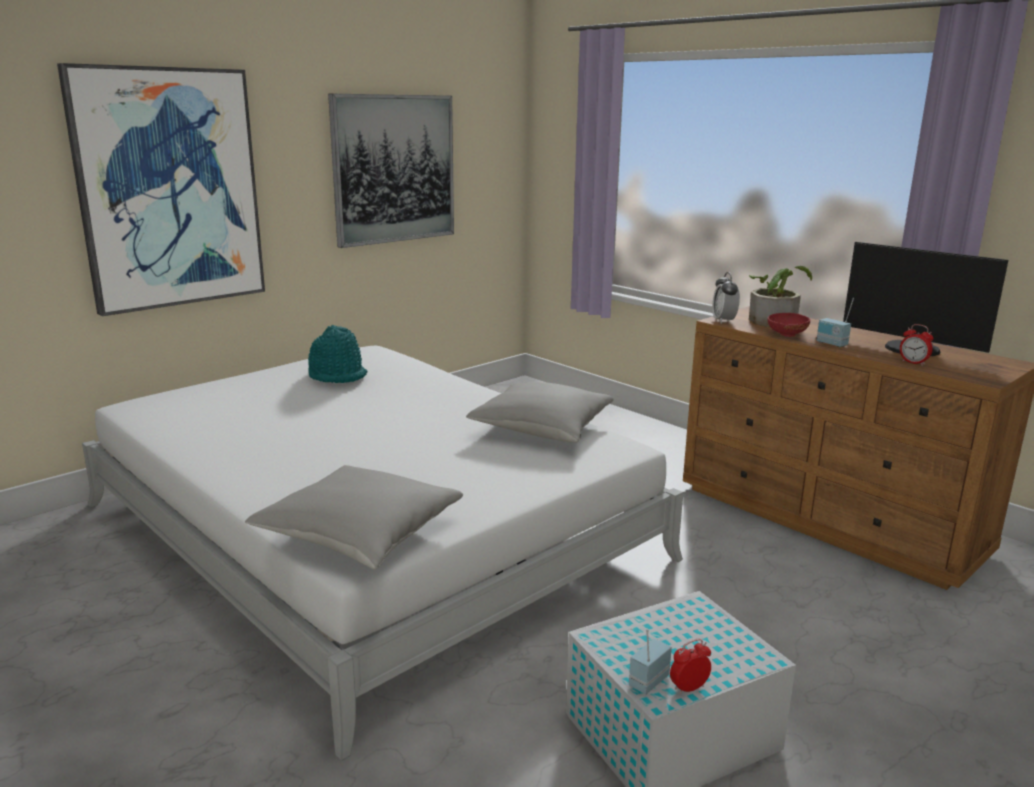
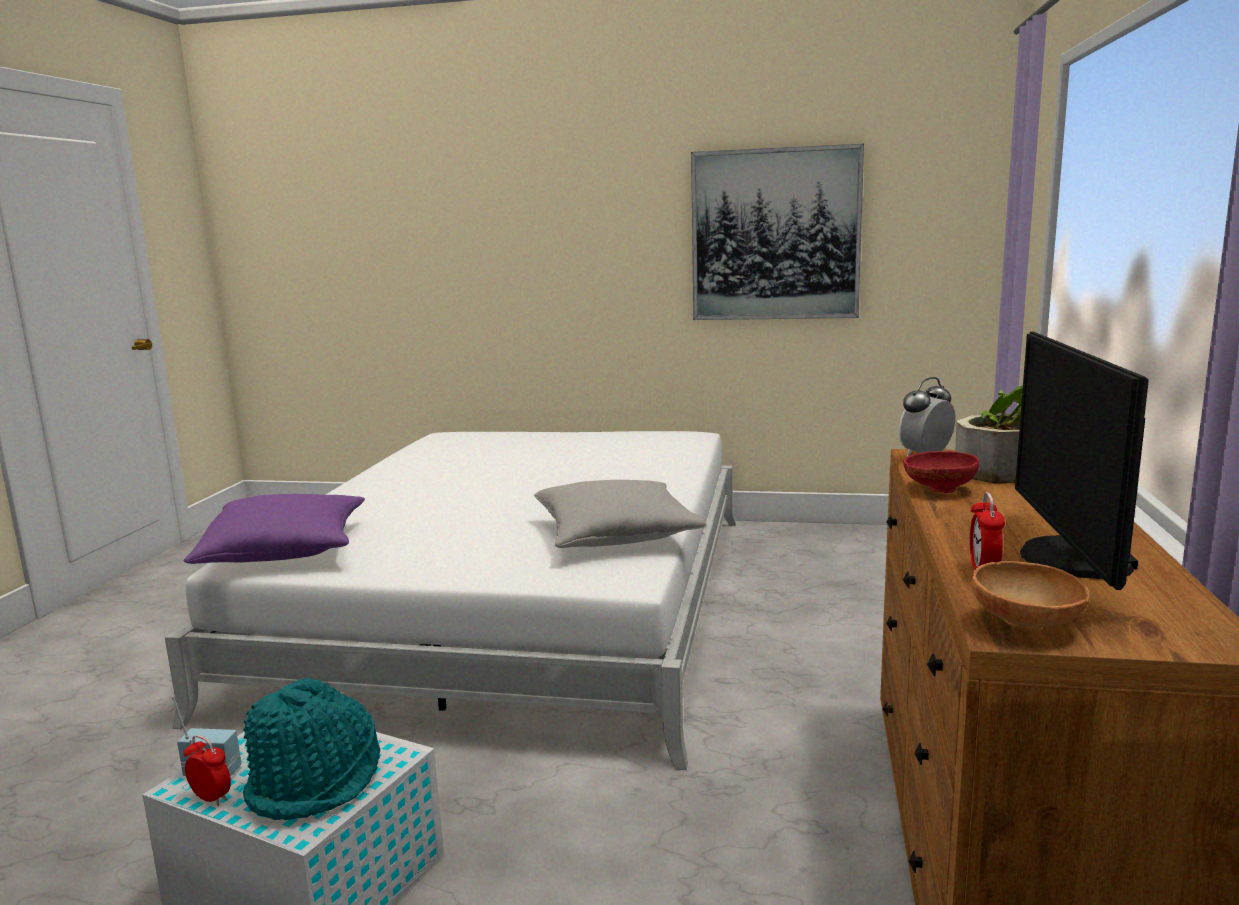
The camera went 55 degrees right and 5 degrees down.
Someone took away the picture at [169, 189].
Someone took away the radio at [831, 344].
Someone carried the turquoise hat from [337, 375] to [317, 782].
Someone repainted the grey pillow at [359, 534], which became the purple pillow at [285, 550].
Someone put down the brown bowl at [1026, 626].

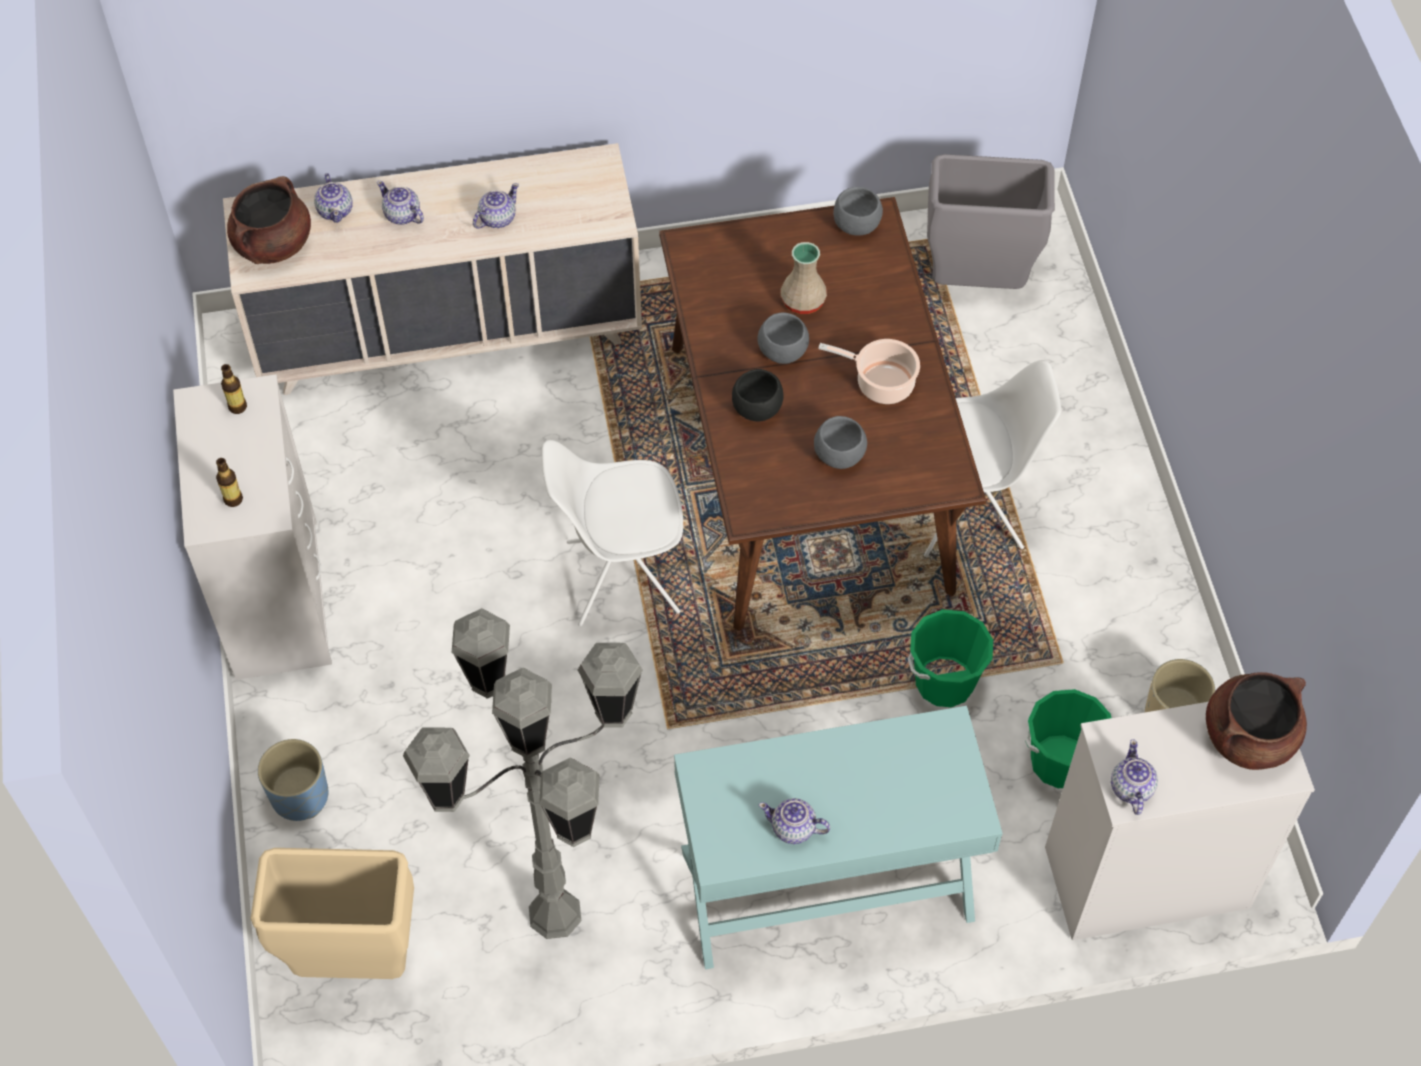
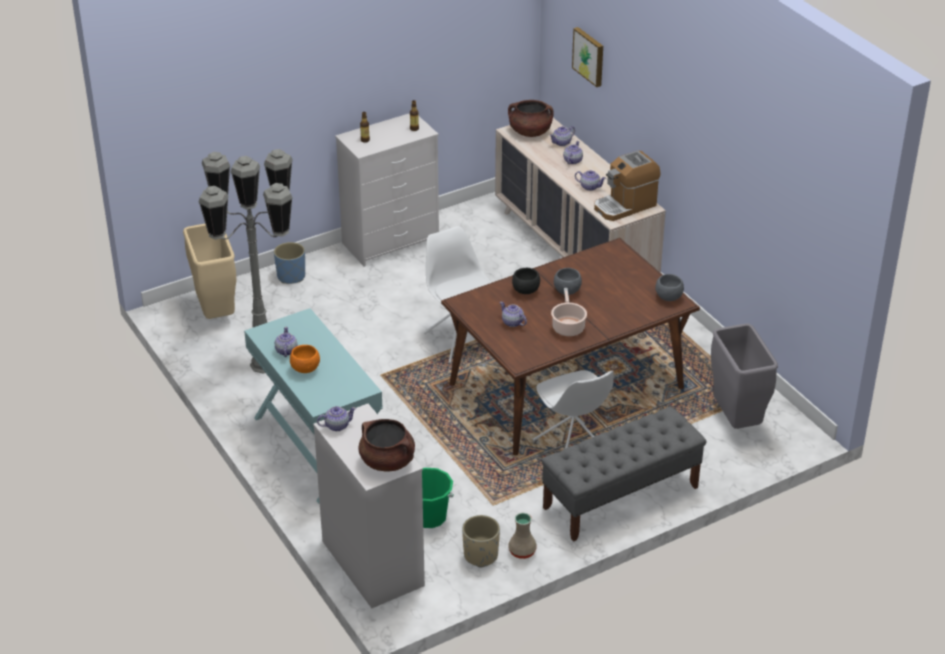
The camera went 70 degrees right and 20 degrees down.
Someone carried the beige vase from [802, 300] to [522, 551].
Someone swapped the grey bowl at [839, 456] for the teapot at [512, 322].
Someone took away the green bucket at [944, 682].
Someone put up the picture at [589, 56].
Someone put down the coffee machine at [625, 205].
Someone put down the orange bowl at [305, 369].
Someone put down the grey bench at [620, 498].

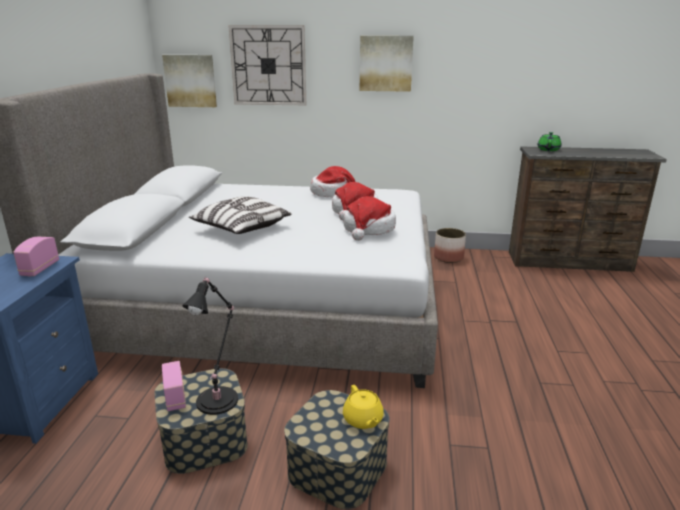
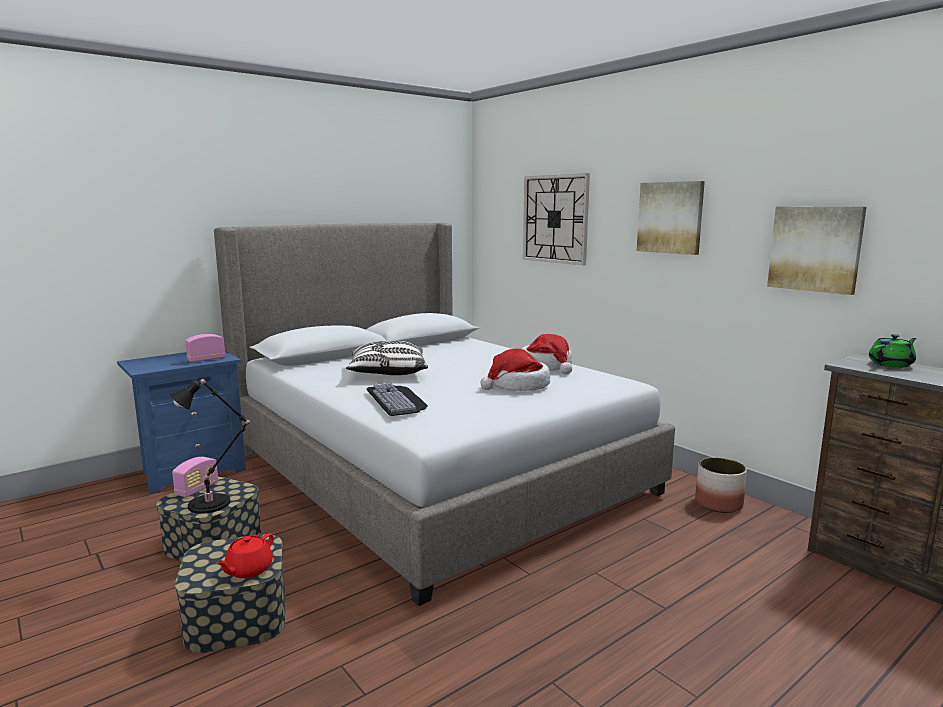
The camera went 45 degrees right and 10 degrees down.
Someone carried the picture from [190, 81] to [815, 248].
Someone took away the hat at [368, 229].
Someone repainted the yellow teapot at [363, 420], which became the red teapot at [248, 570].
Someone put down the keyboard at [398, 400].

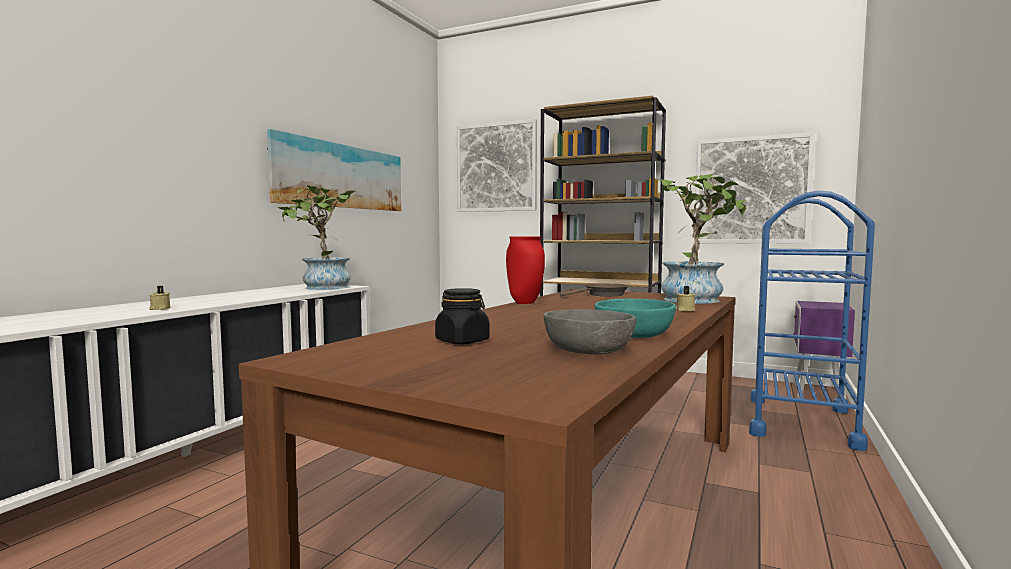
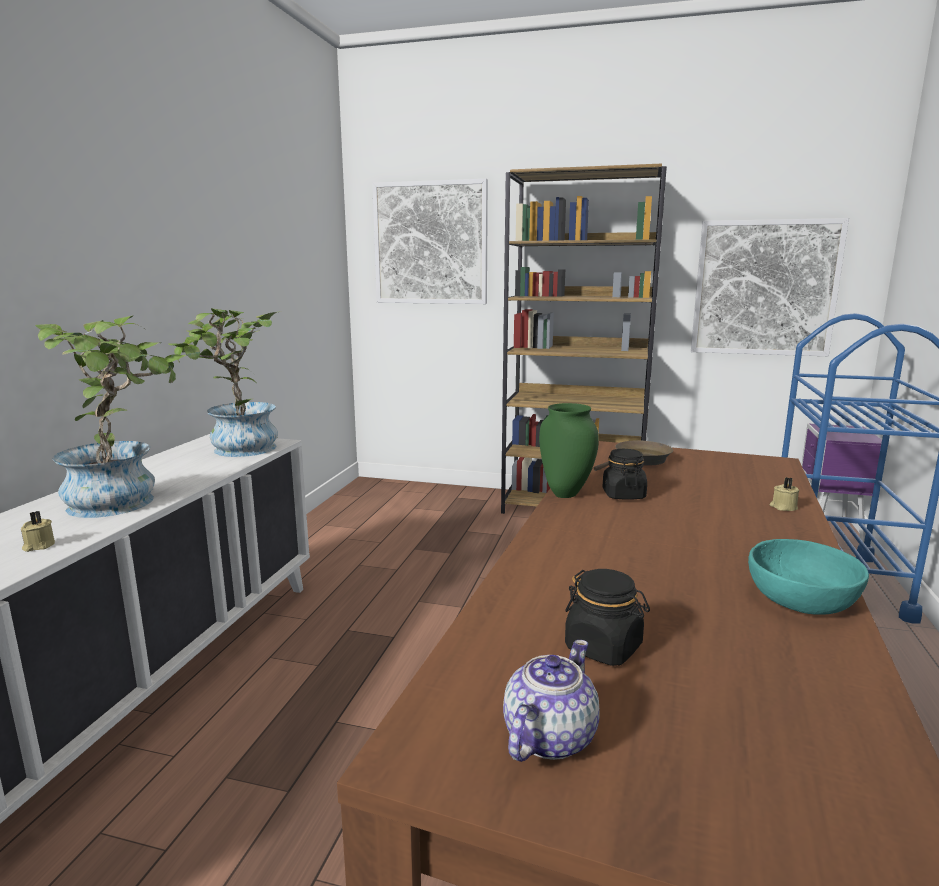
The camera went 10 degrees left and 10 degrees up.
Someone took away the picture at [341, 176].
Someone carried the potted plant from [697, 299] to [125, 500].
Someone repainted the red vase at [524, 303], which became the green vase at [565, 494].
Someone took away the grey bowl at [588, 350].
Someone put down the black jar at [623, 495].
Someone put down the teapot at [548, 737].

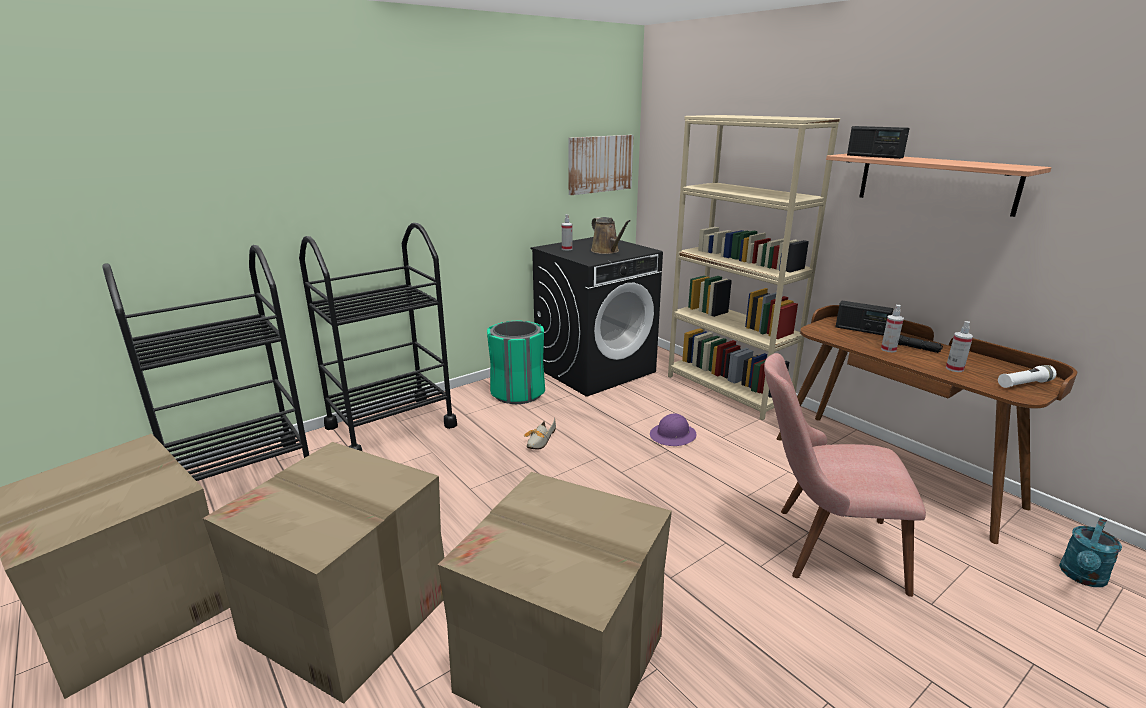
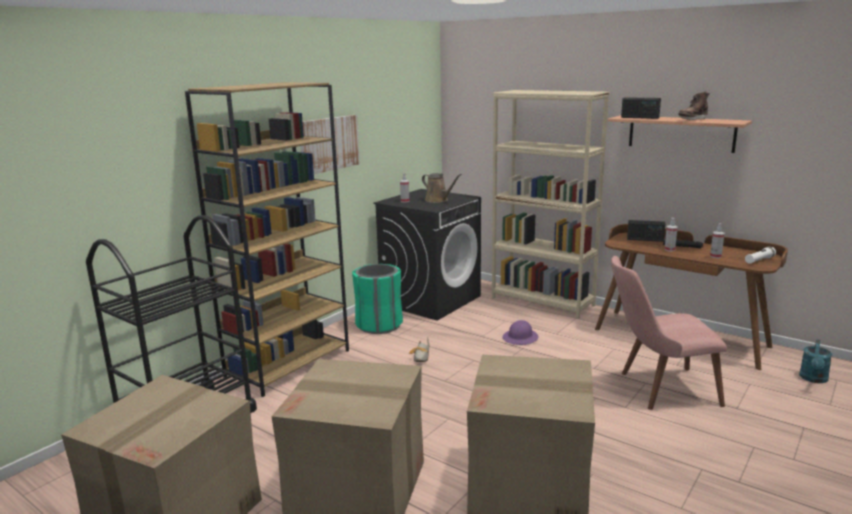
The camera went 15 degrees left and 5 degrees down.
Someone carried the picture from [600, 164] to [329, 144].
Someone swapped the black cart at [391, 426] for the brown bookcase at [289, 364].
Someone put down the brown boot at [692, 120].

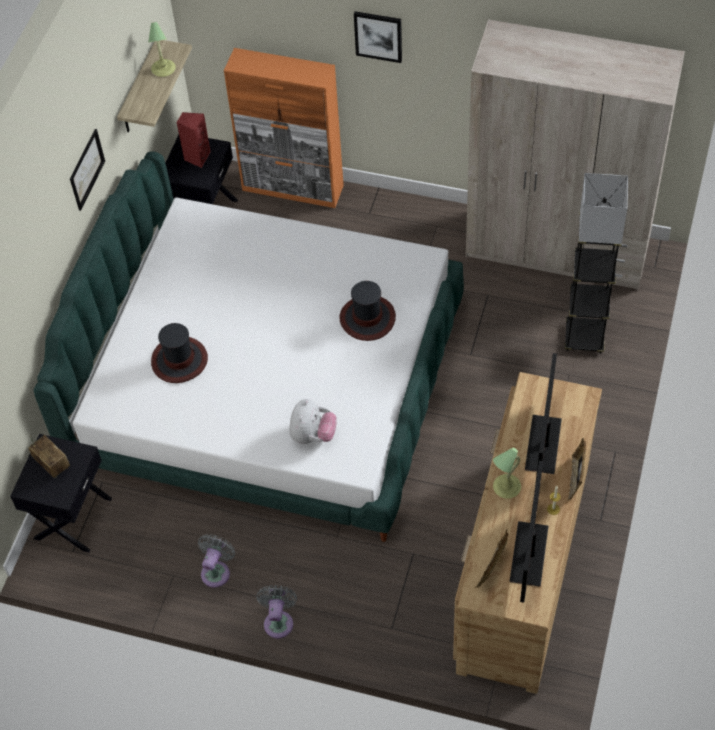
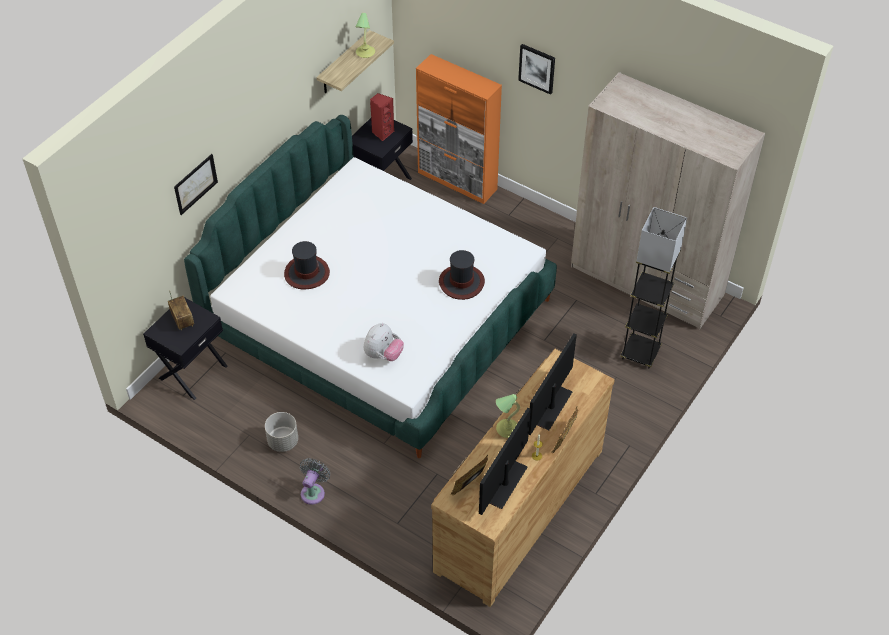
The camera went 15 degrees right and 5 degrees down.
Someone carried the picture from [86, 169] to [195, 184].
Someone swapped the grey fan at [217, 571] for the grey planter at [283, 441].

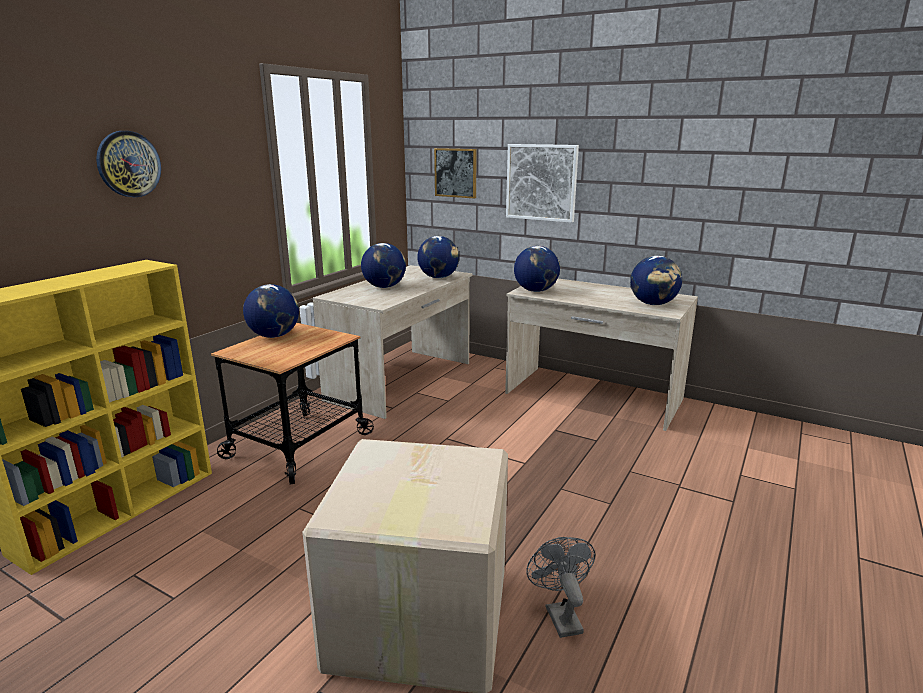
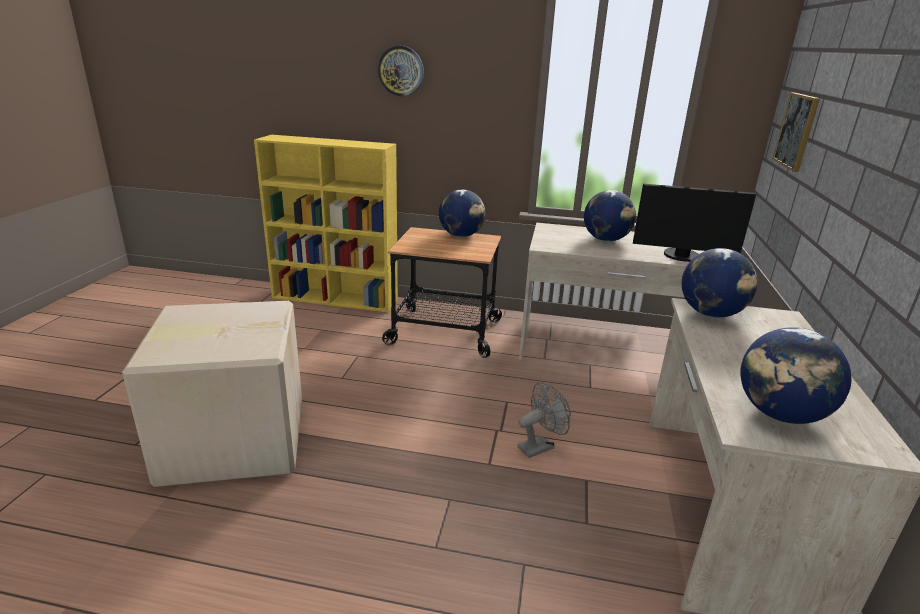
The camera went 70 degrees right and 5 degrees up.
Someone took away the picture at [541, 182].
Someone swapped the globe at [438, 277] for the monitor at [682, 256].
Someone carried the grey fan from [560, 615] to [540, 446].

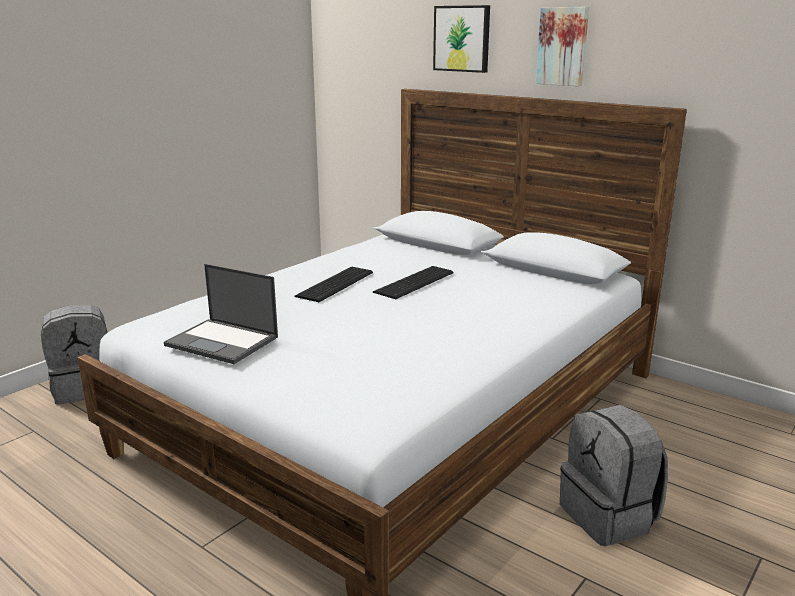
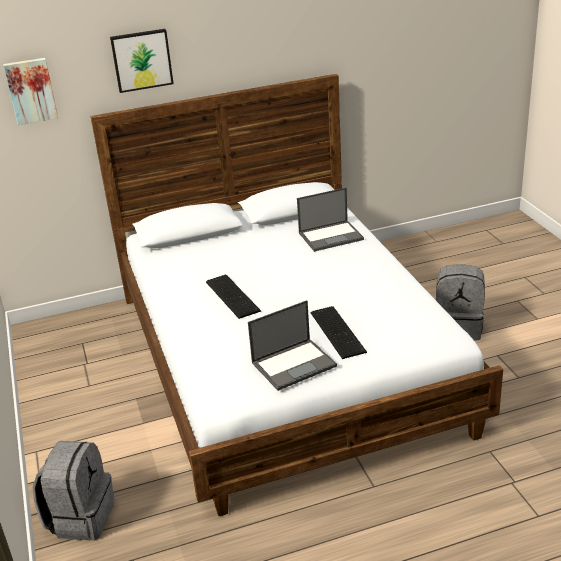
The camera went 55 degrees left and 10 degrees up.
Someone carried the picture from [563, 46] to [31, 90].
Someone carried the keyboard from [416, 282] to [338, 331].
Someone put down the laptop at [331, 236].

